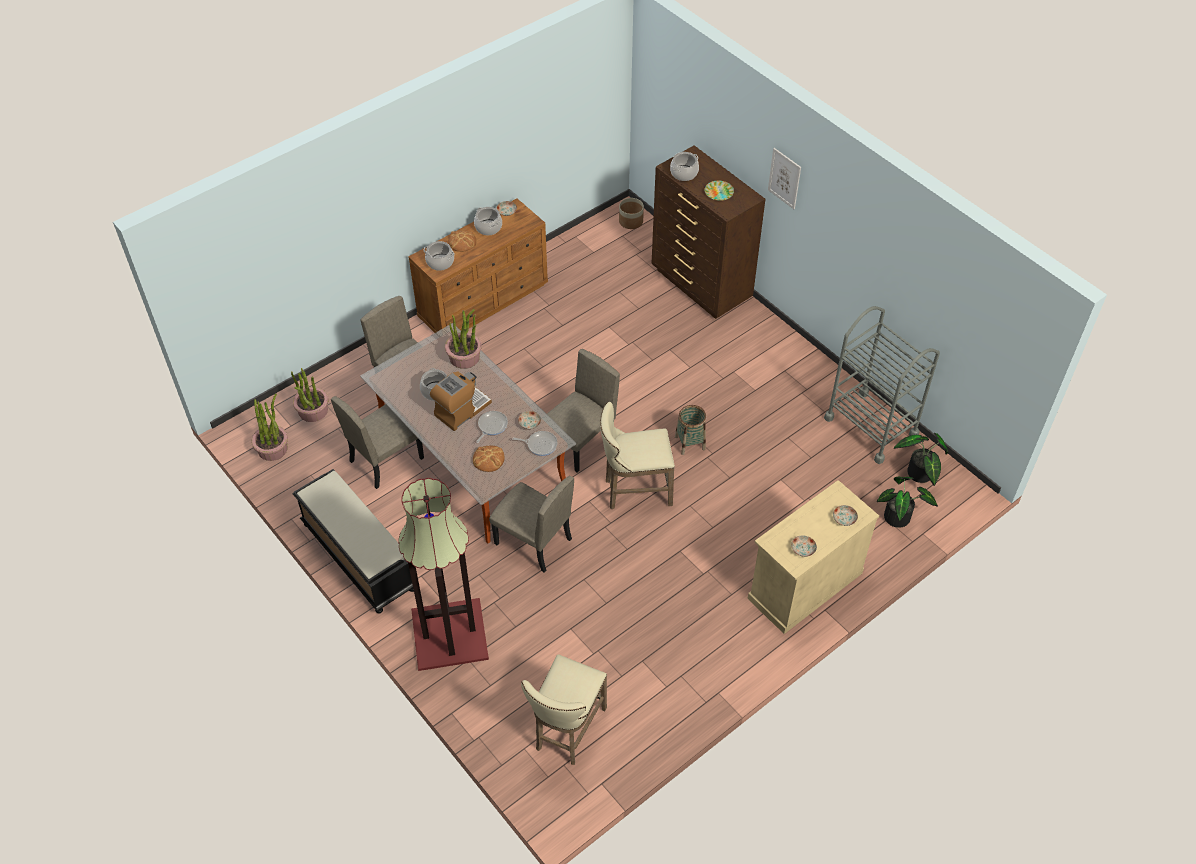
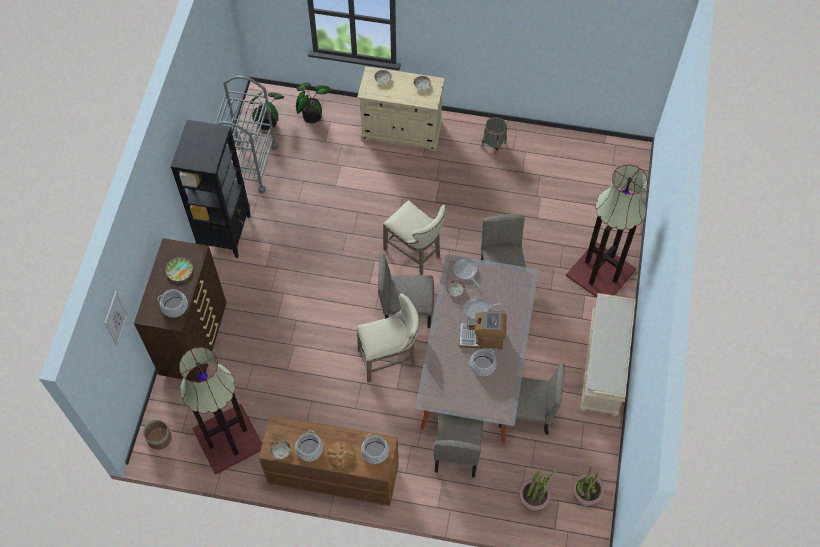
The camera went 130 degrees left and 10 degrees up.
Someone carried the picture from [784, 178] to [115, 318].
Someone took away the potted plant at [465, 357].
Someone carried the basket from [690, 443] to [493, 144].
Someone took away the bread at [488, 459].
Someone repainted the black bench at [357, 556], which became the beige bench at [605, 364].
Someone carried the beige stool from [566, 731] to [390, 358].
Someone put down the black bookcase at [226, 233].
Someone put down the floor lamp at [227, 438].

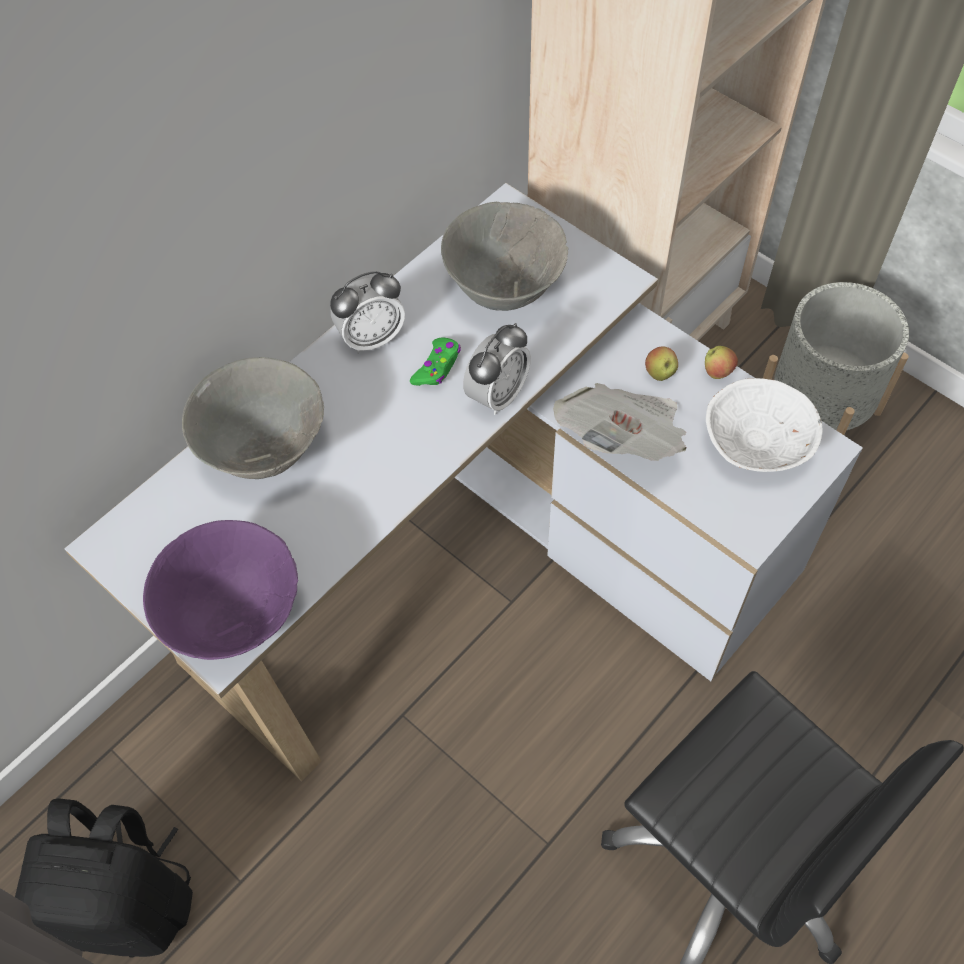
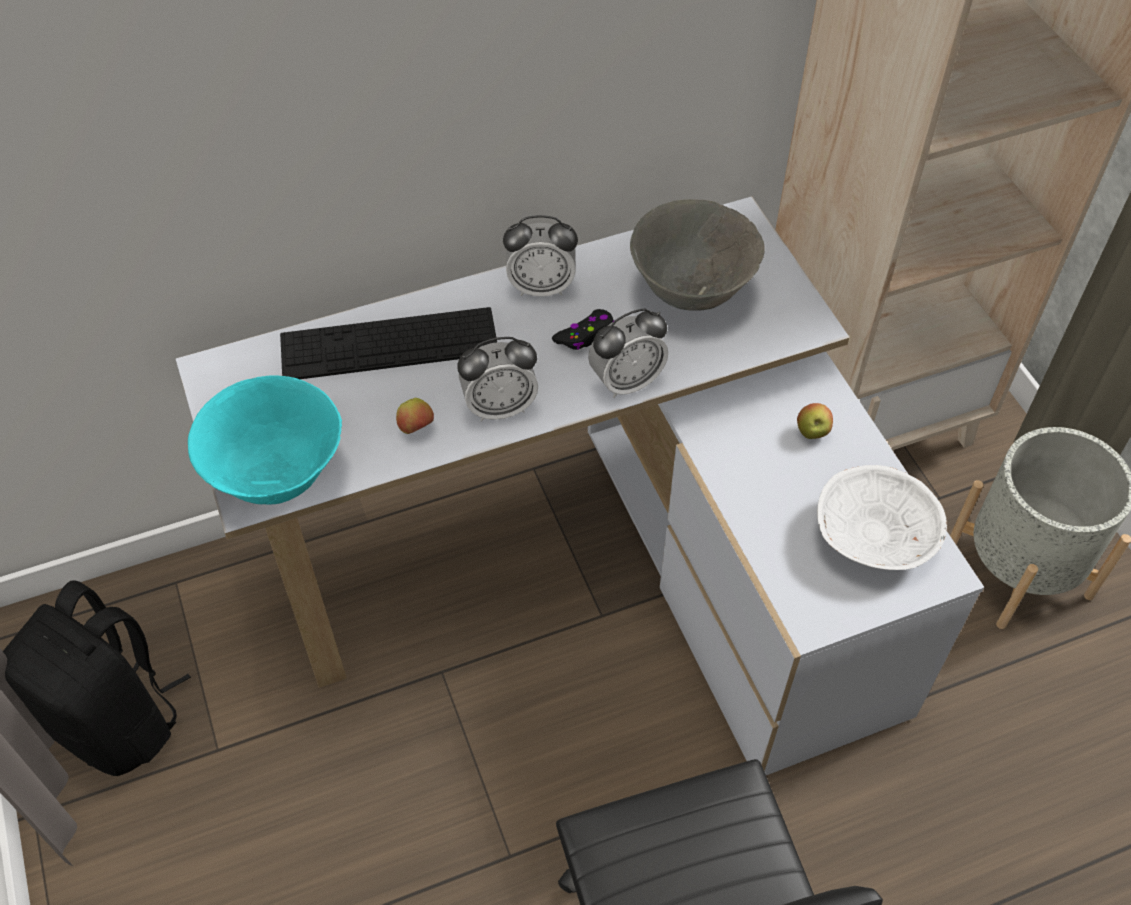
The camera went 25 degrees right and 5 degrees down.
Someone repainted the green game controller at [437, 367], which became the black game controller at [585, 335].
Someone carried the apple from [717, 372] to [416, 428].
Someone swapped the grey bowl at [264, 449] for the keyboard at [389, 344].
Someone took away the newspaper at [623, 440].
Someone repainted the purple bowl at [234, 616], which became the turquoise bowl at [277, 474].
Someone put down the alarm clock at [500, 407].

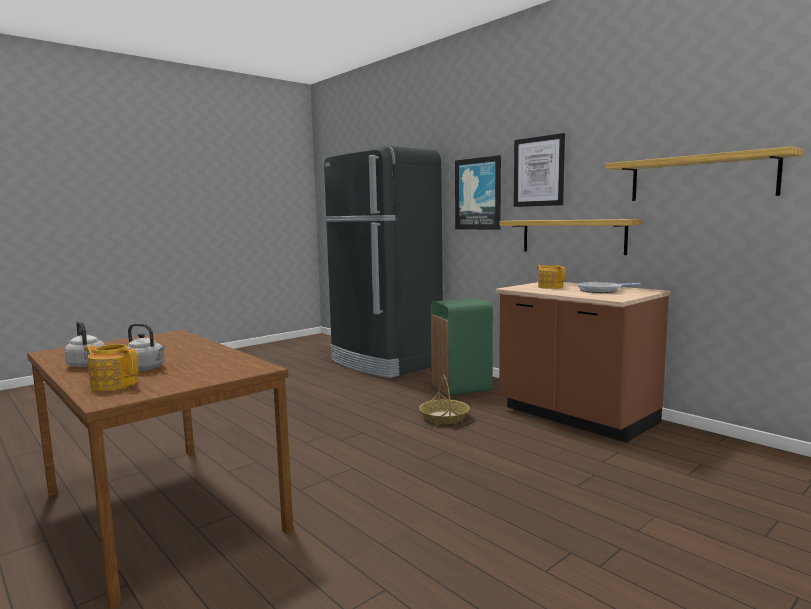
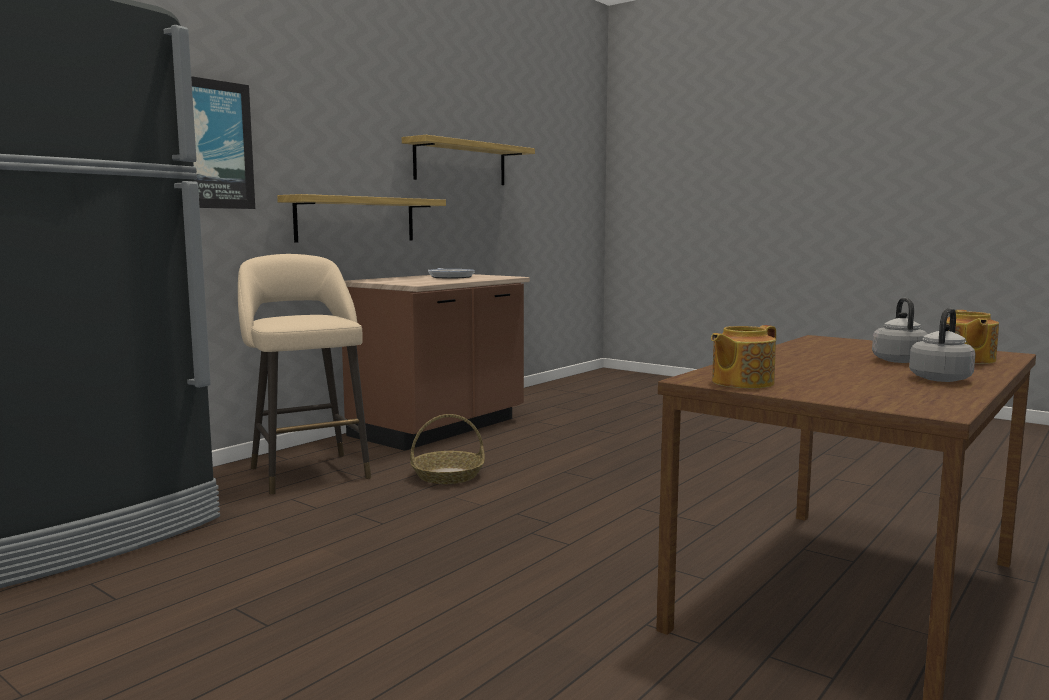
The camera went 100 degrees left and 0 degrees up.
Someone took away the picture at [539, 171].
Someone carried the teapot from [550, 287] to [741, 382].
Someone swapped the green trash can at [461, 388] for the beige stool at [307, 471].

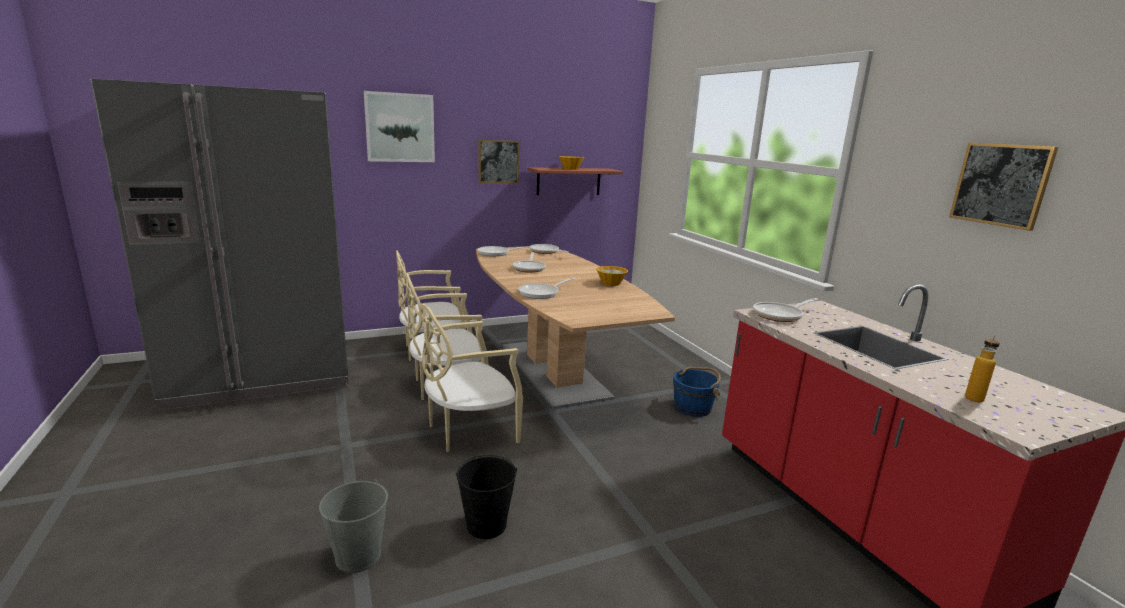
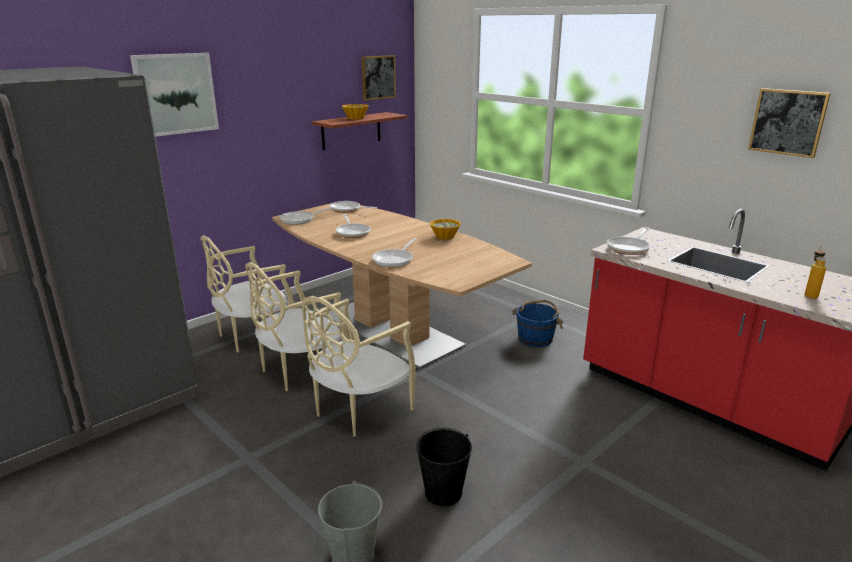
The camera went 20 degrees left and 5 degrees up.
Someone carried the picture from [498, 161] to [378, 77].

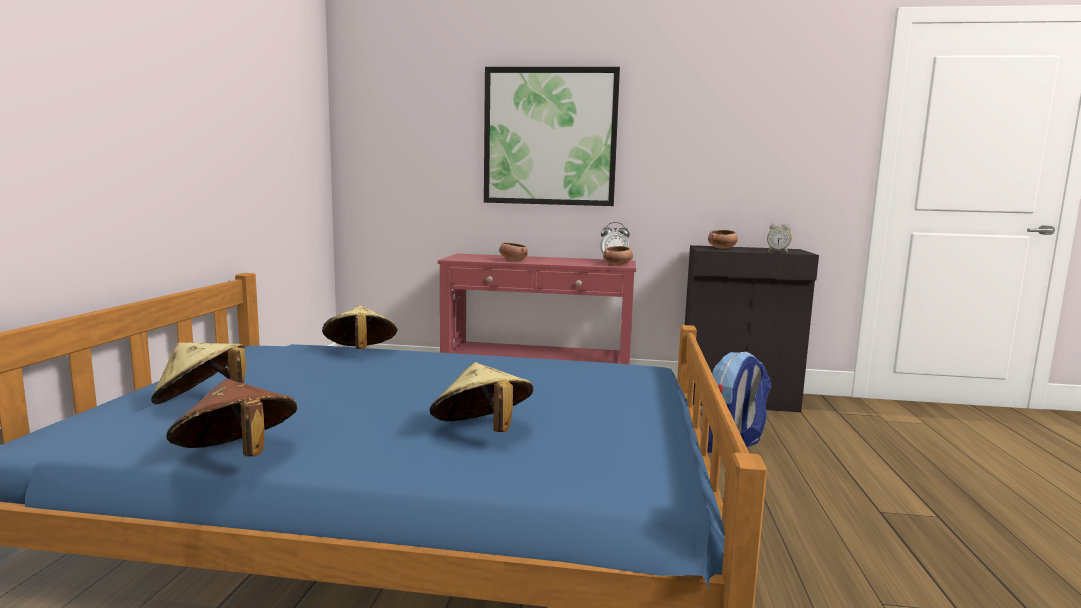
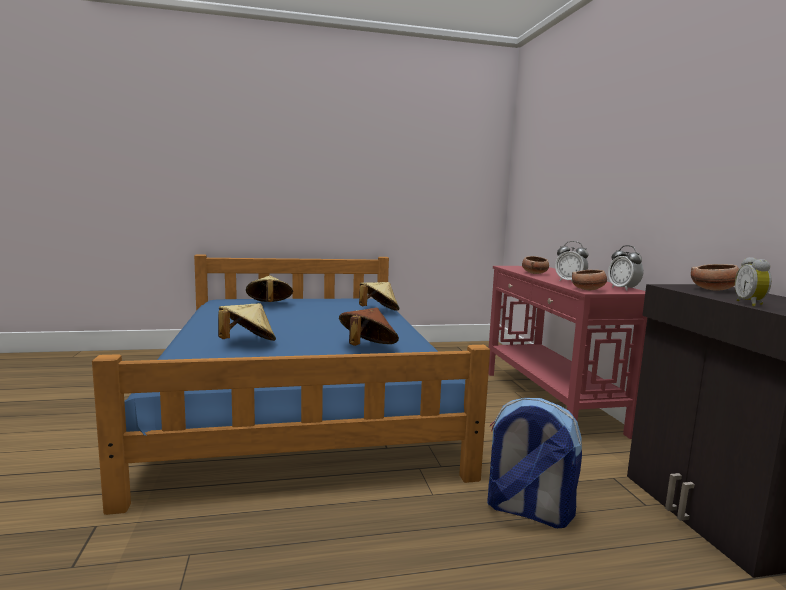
The camera went 70 degrees right and 0 degrees up.
Someone took away the picture at [550, 137].
Someone carried the brown hat from [237, 457] to [367, 348].
Someone put down the alarm clock at [569, 281].

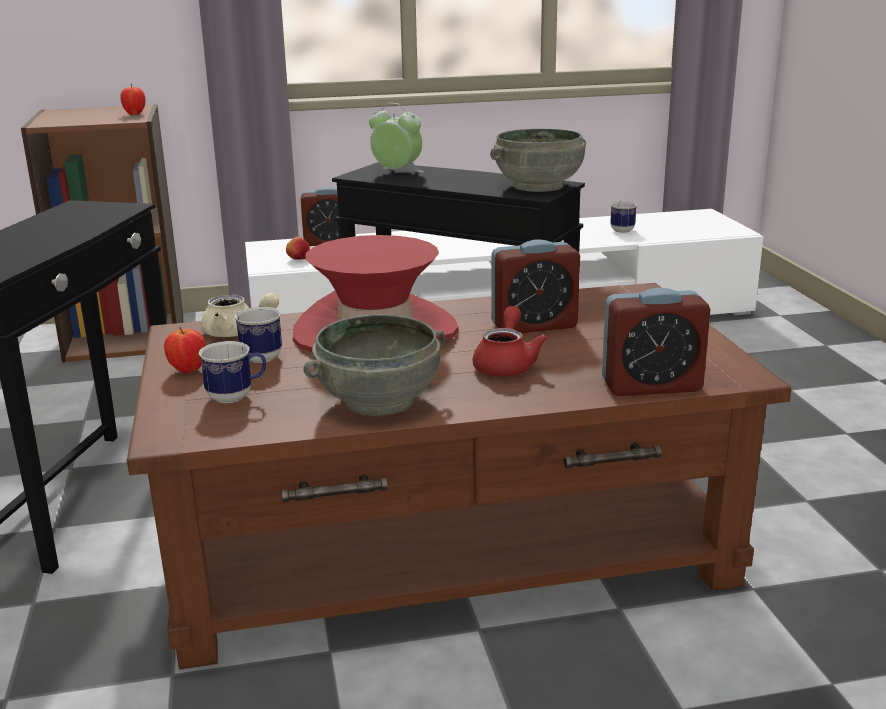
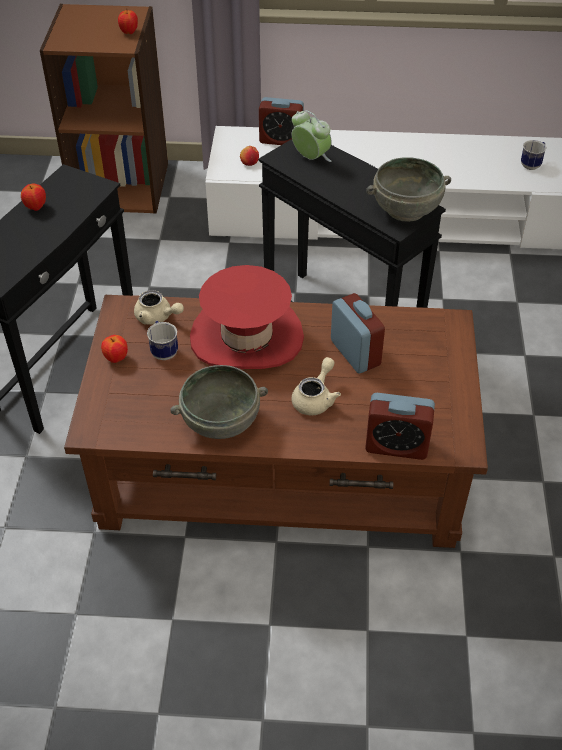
The camera went 15 degrees right and 25 degrees up.
Someone rotated the alarm clock at [534, 326] by 120 degrees counterclockwise.
Someone repainted the red teapot at [506, 364], which became the beige teapot at [315, 398].
Someone took away the mug at [236, 396].
Someone put down the apple at [36, 207].

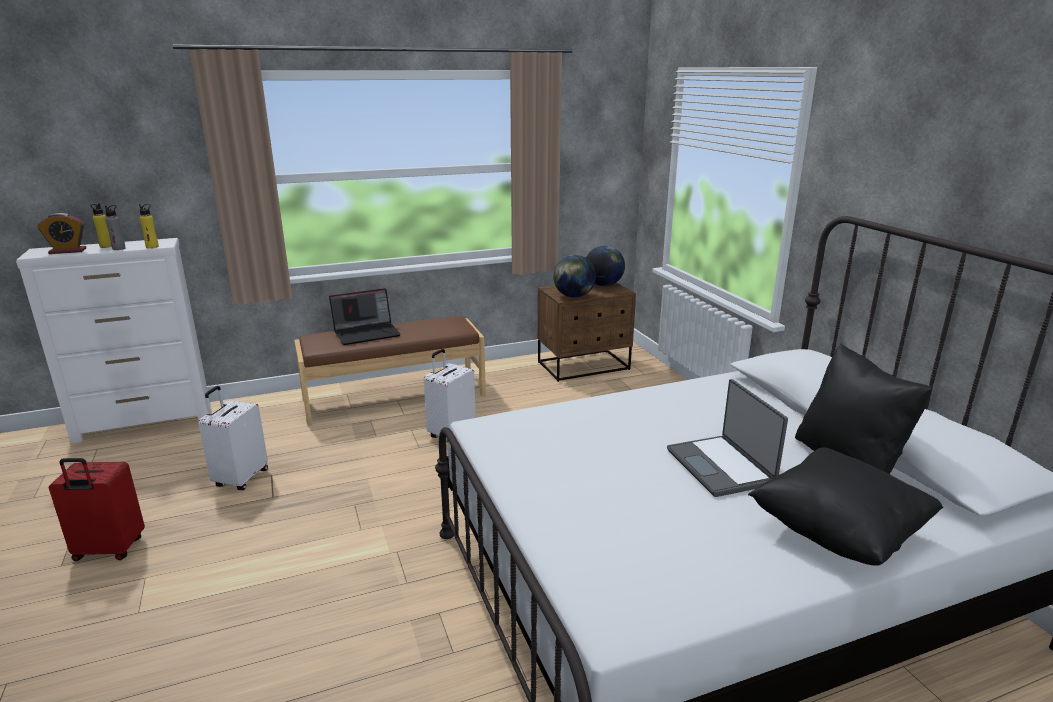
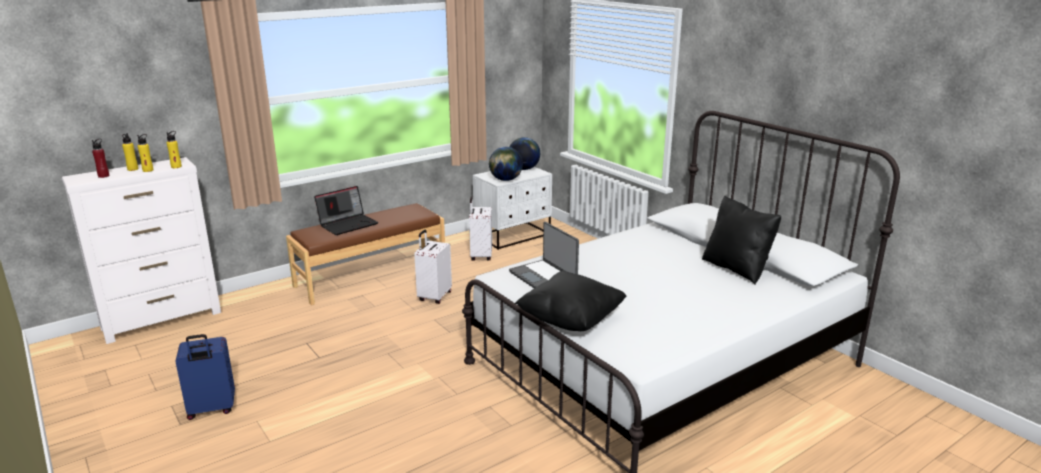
The camera went 15 degrees left and 0 degrees up.
Someone repainted the grey bottle at [119, 248], which became the yellow bottle at [148, 170].
Someone swapped the alarm clock at [68, 251] for the red bottle at [104, 176].
Someone repainted the brown nightstand at [584, 366], which became the white nightstand at [513, 236].
Someone carried the laptop from [721, 466] to [544, 277].
Someone carried the white suitcase from [240, 478] to [480, 256].
Someone carried the black pillow from [838, 532] to [571, 320].
Someone repainted the red suitcase at [108, 550], which became the blue suitcase at [211, 409].

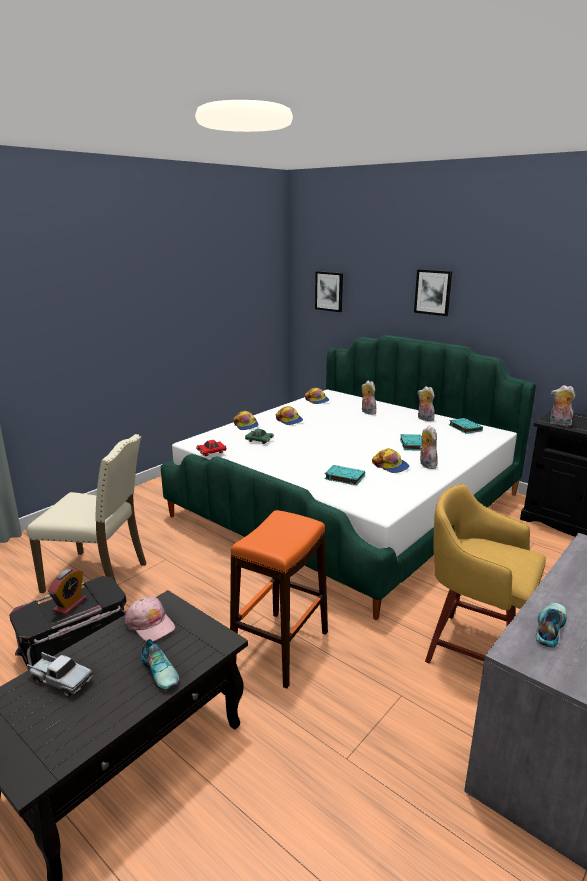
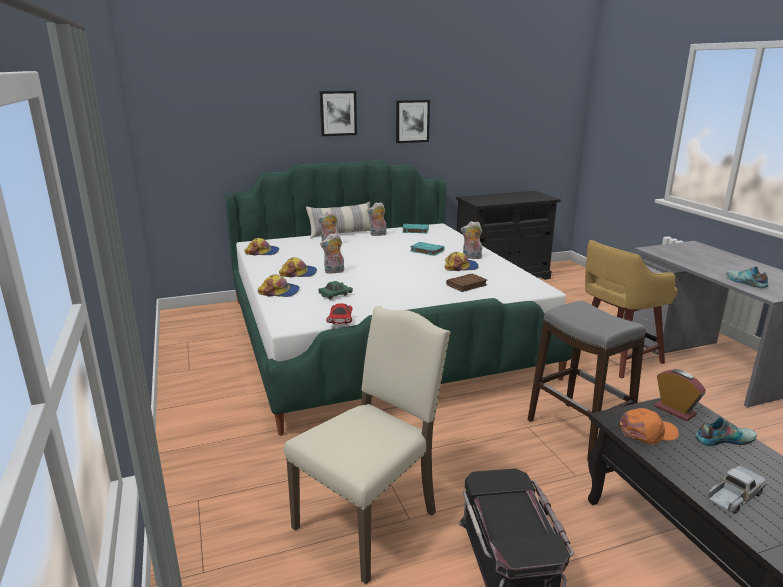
The camera went 60 degrees left and 0 degrees up.
Someone carried the picture from [329, 291] to [412, 121].
Someone carried the plush toy from [559, 423] to [334, 272].
Someone repainted the turquoise book at [344, 477], which became the brown book at [466, 285].
Someone repainted the orange stool at [280, 648], which became the grey stool at [579, 431].
Someone carried the alarm clock from [70, 604] to [675, 411].
Someone repainted the pink cap at [150, 624], which became the orange cap at [648, 432].
Someone put down the pillow at [341, 233].

